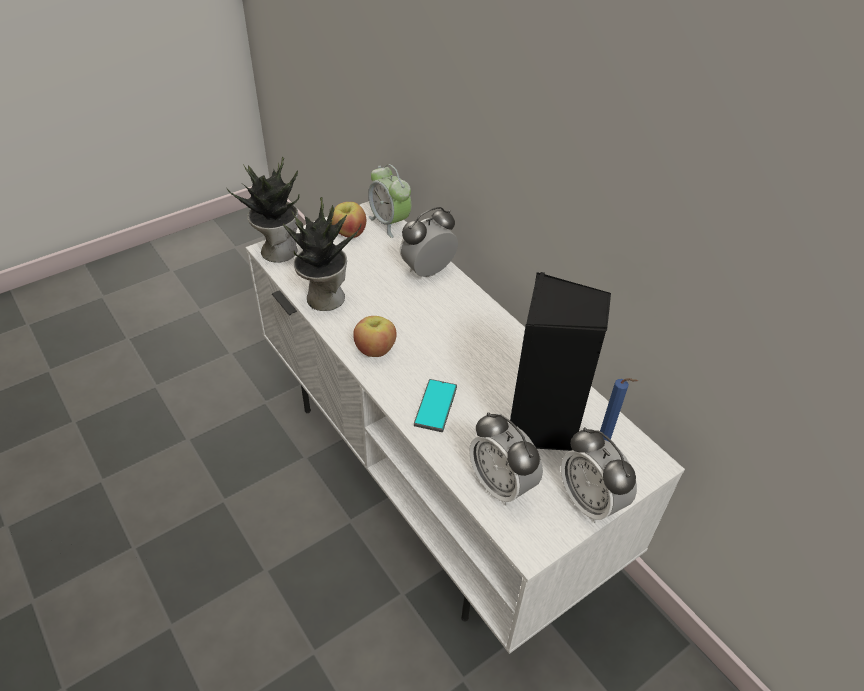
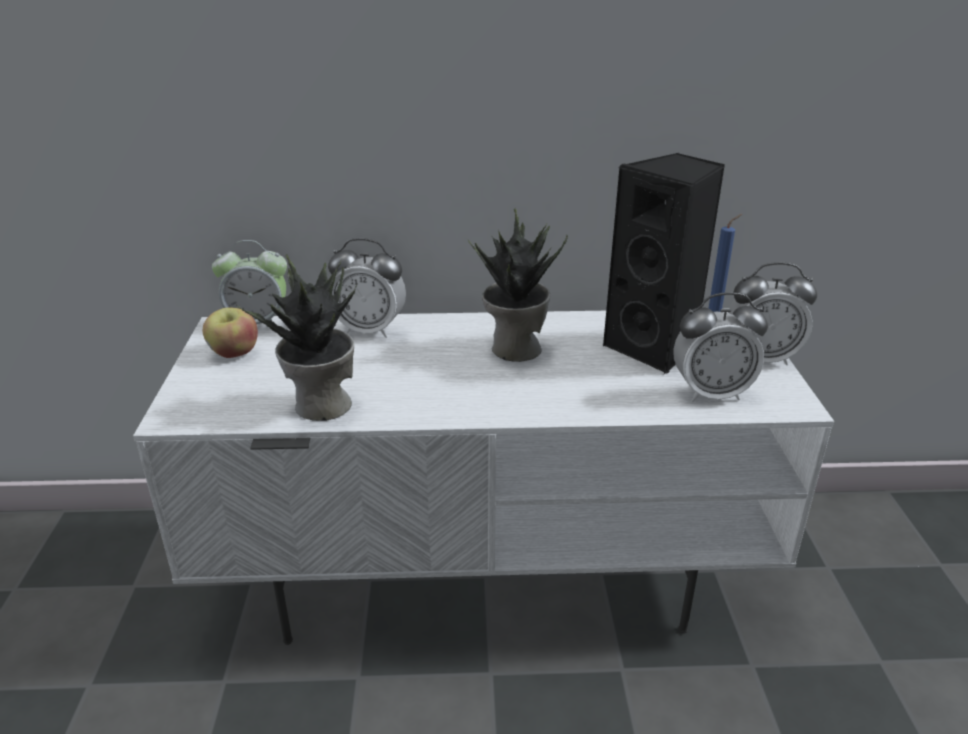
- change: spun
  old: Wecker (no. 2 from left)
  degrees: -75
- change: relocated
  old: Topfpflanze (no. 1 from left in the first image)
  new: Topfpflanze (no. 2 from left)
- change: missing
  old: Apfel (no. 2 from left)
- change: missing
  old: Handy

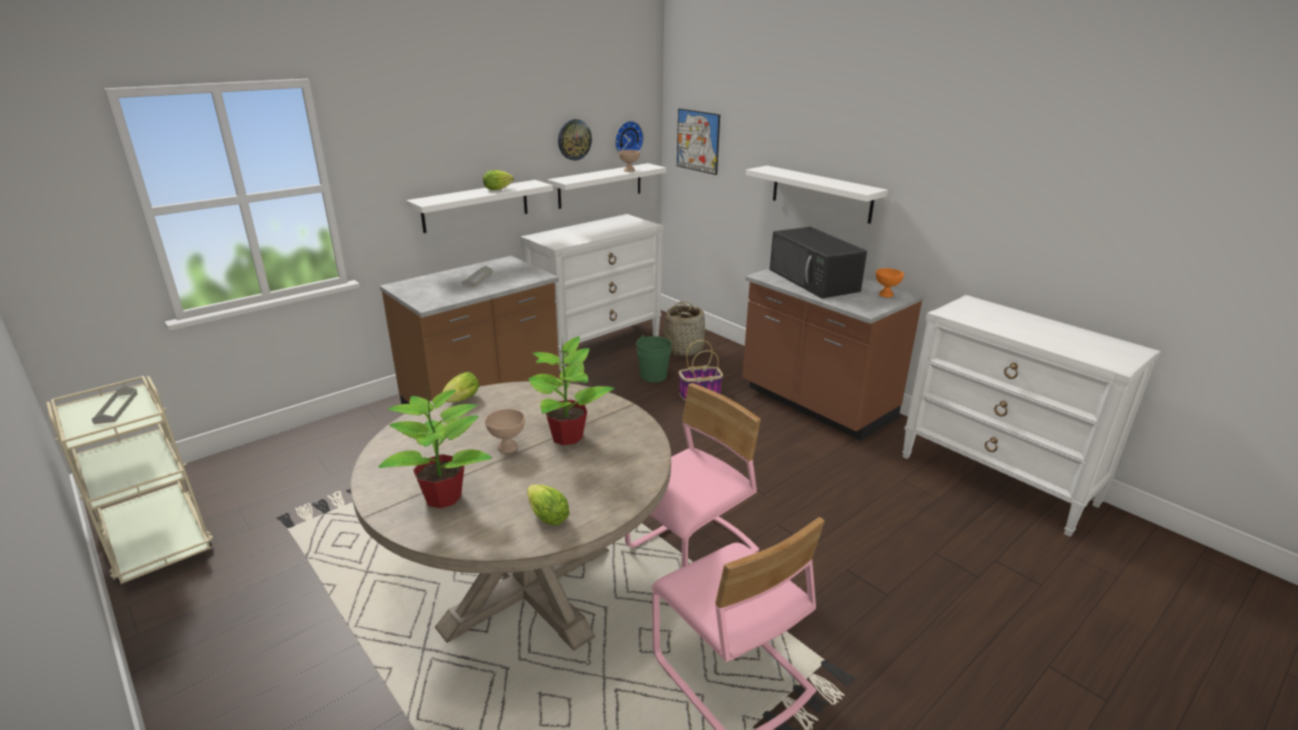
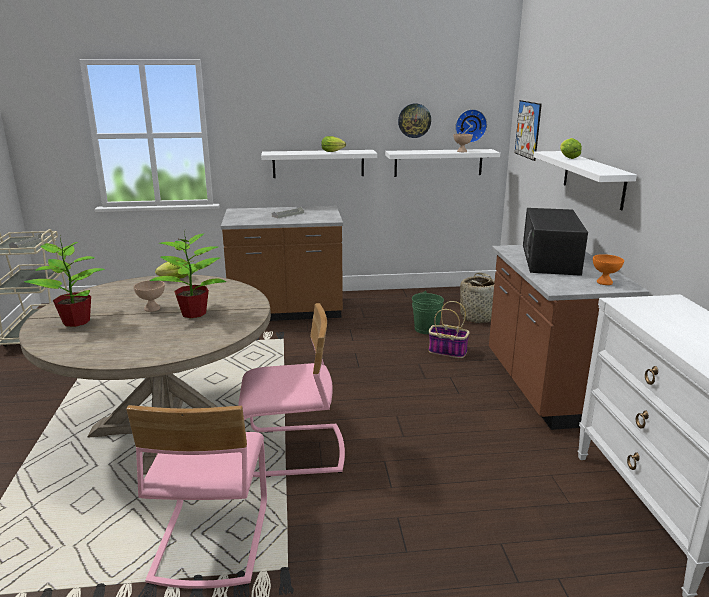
- change: relocated
  old: Salatkopf (no. 3 from left)
- change: missing
  old: Kommode [weiß] (no. 1 from left)

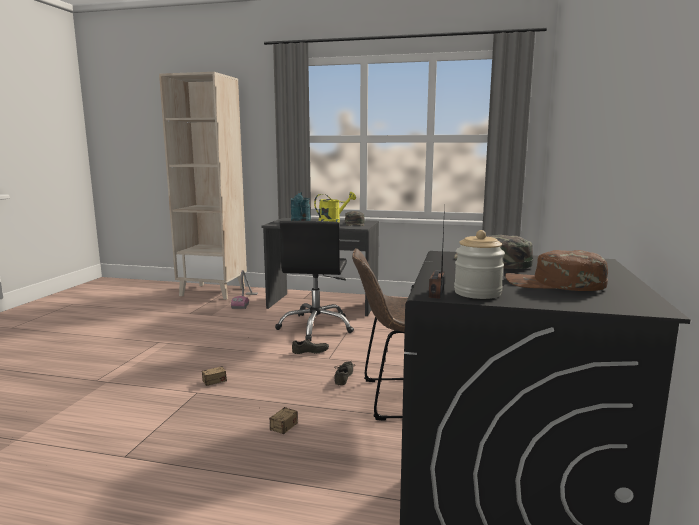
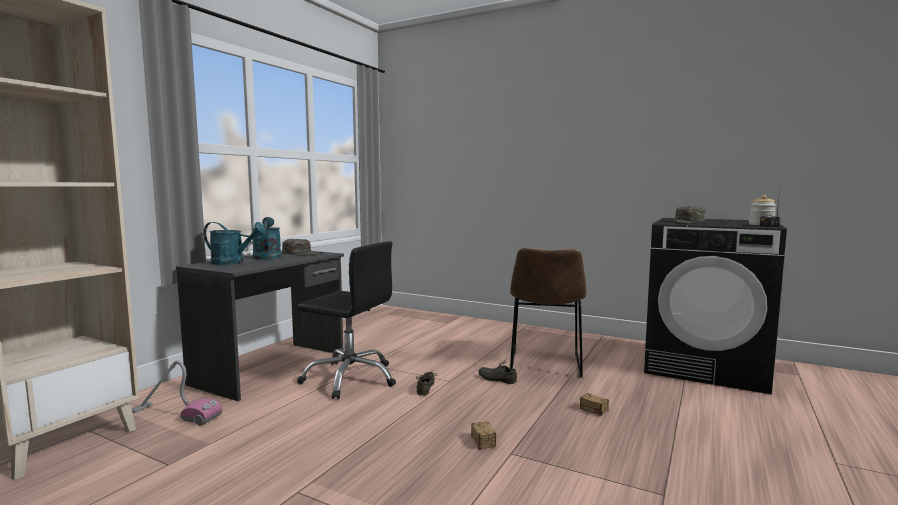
- change: colour
  old: Gießkanne [gelb]
  new: Gießkanne [türkis] (no. 2 from left)
- change: missing
  old: Kappe [braun]

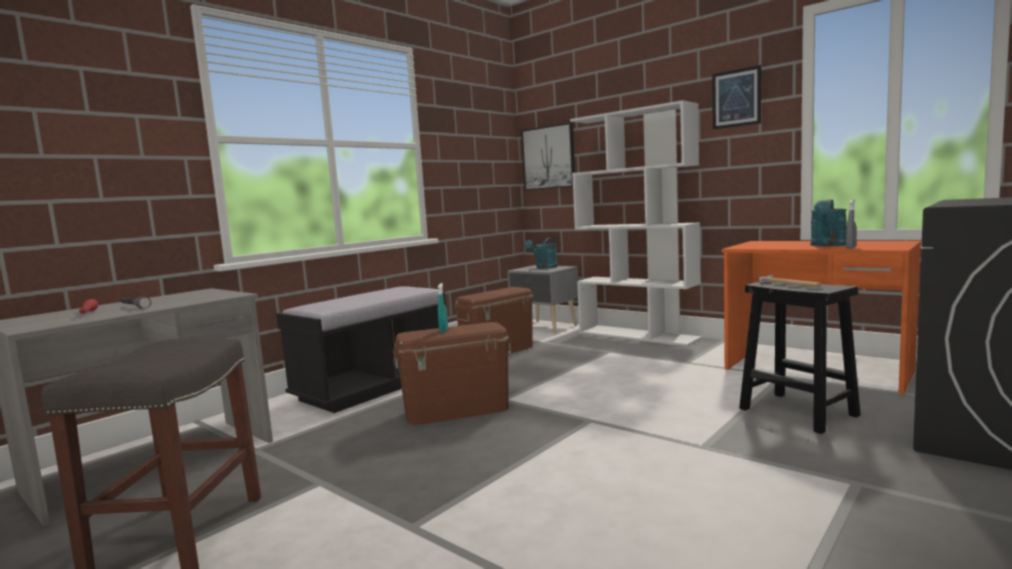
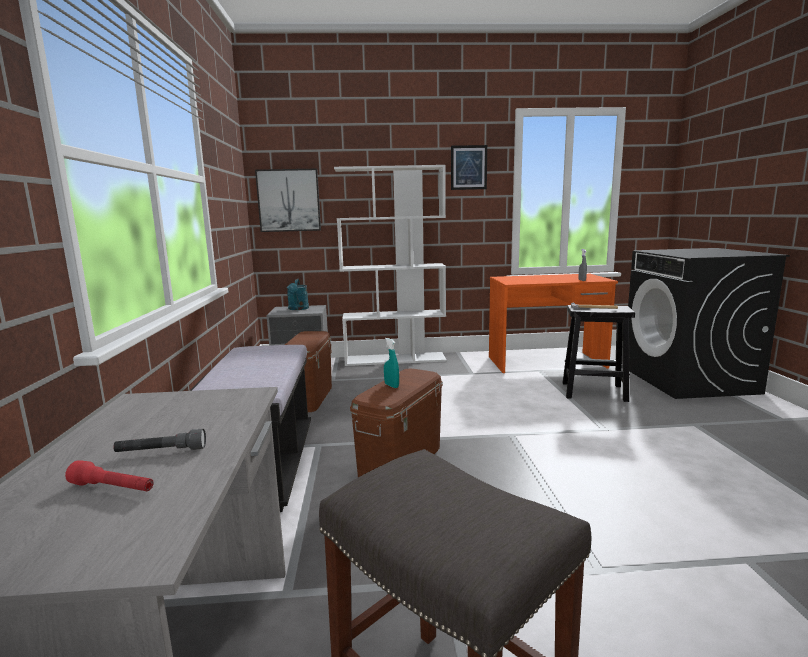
- change: missing
  old: Gießkanne [türkis] (no. 2 from left)

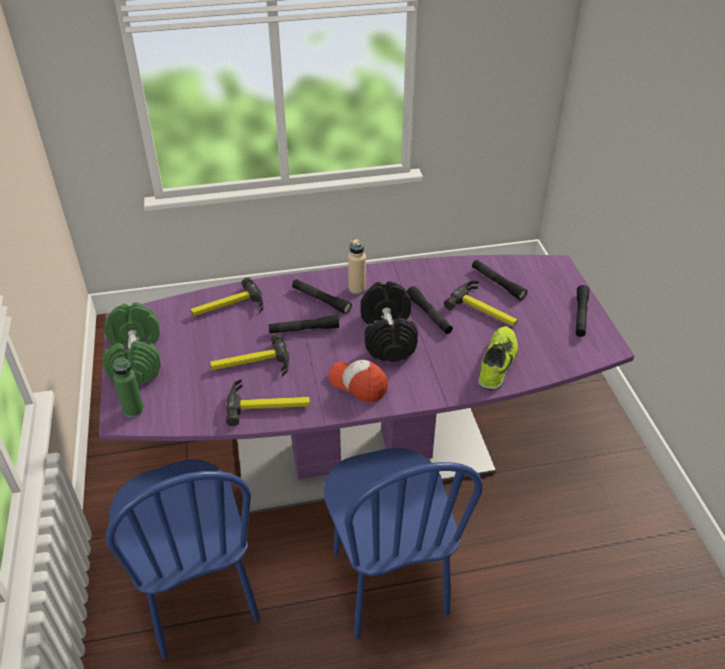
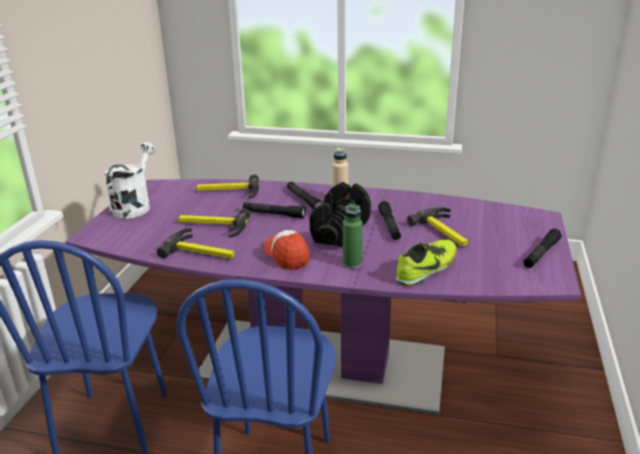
- change: exchanged
  old: Hantel [grün]
  new: Gießkanne [weiß]
- change: relocated
  old: Flasche [grün]
- change: missing
  old: Taschenlampe [schwarz] (no. 4 from left)

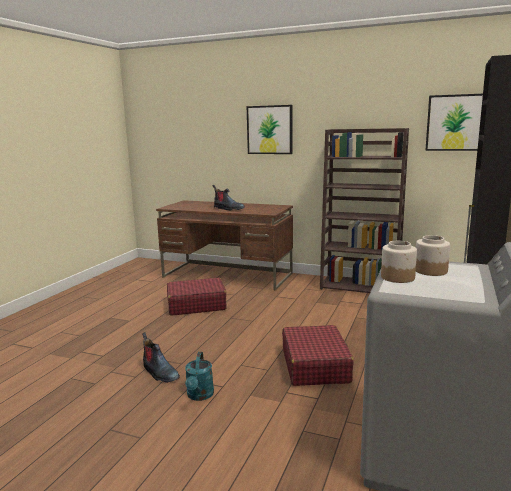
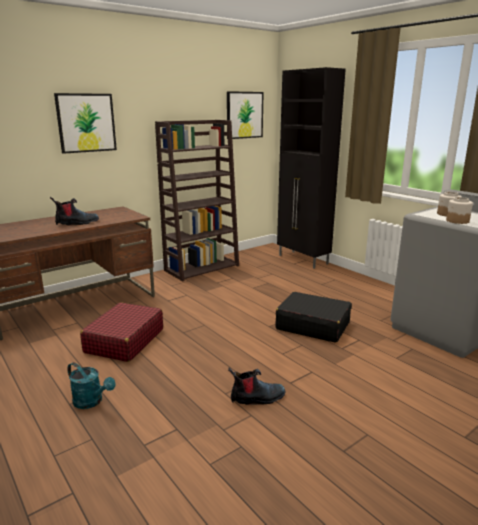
- change: relocated
  old: Gießkanne [türkis]
- change: colour
  old: Koffer [rot] (no. 2 from left)
  new: Koffer [schwarz]

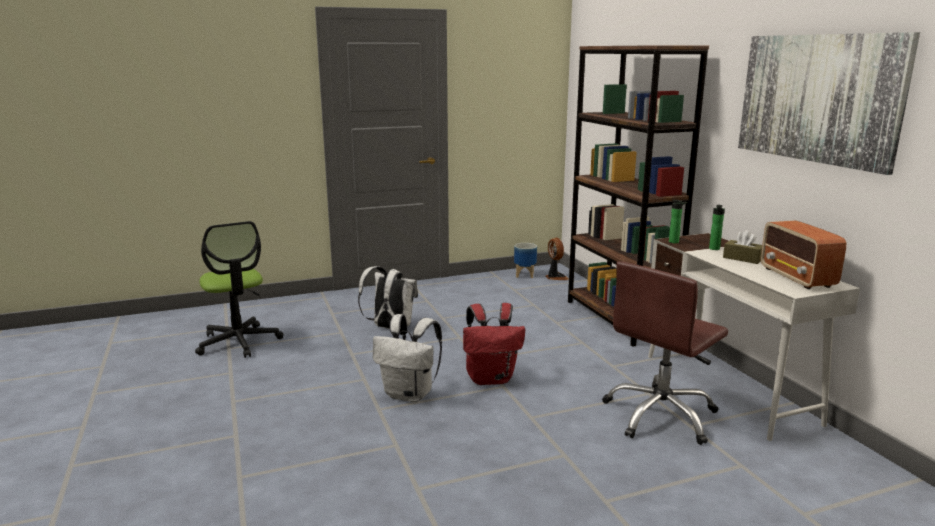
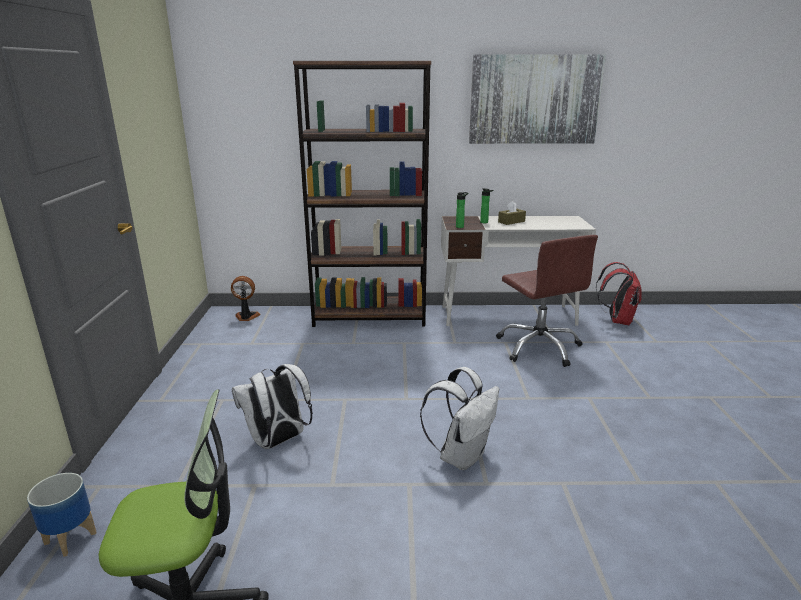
- change: relocated
  old: Pflanzkübel
- change: relocated
  old: Rucksack [rot]
- change: missing
  old: Radio

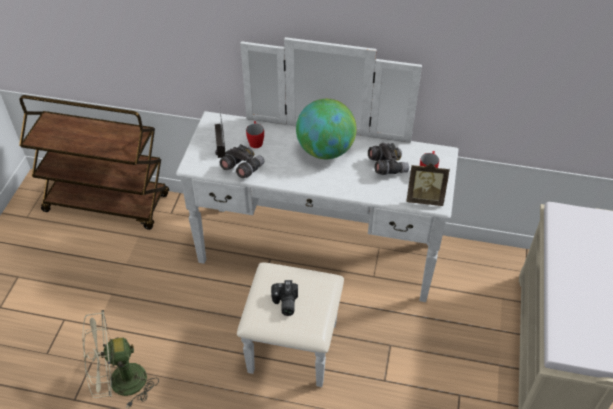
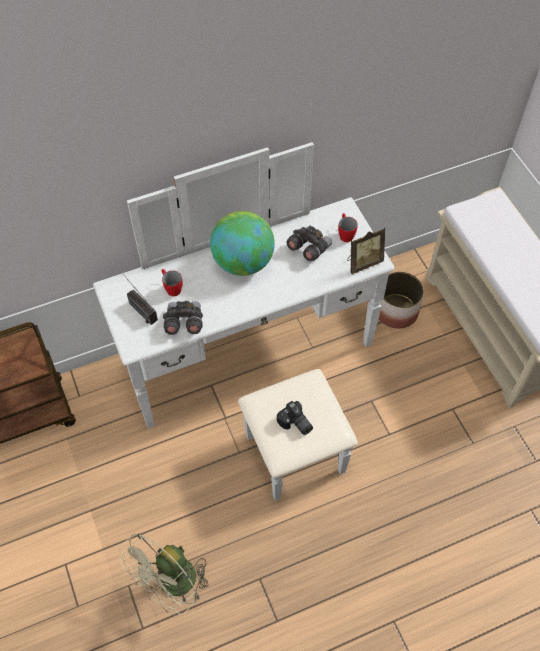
- change: appeared
  new: Pflanzkübel

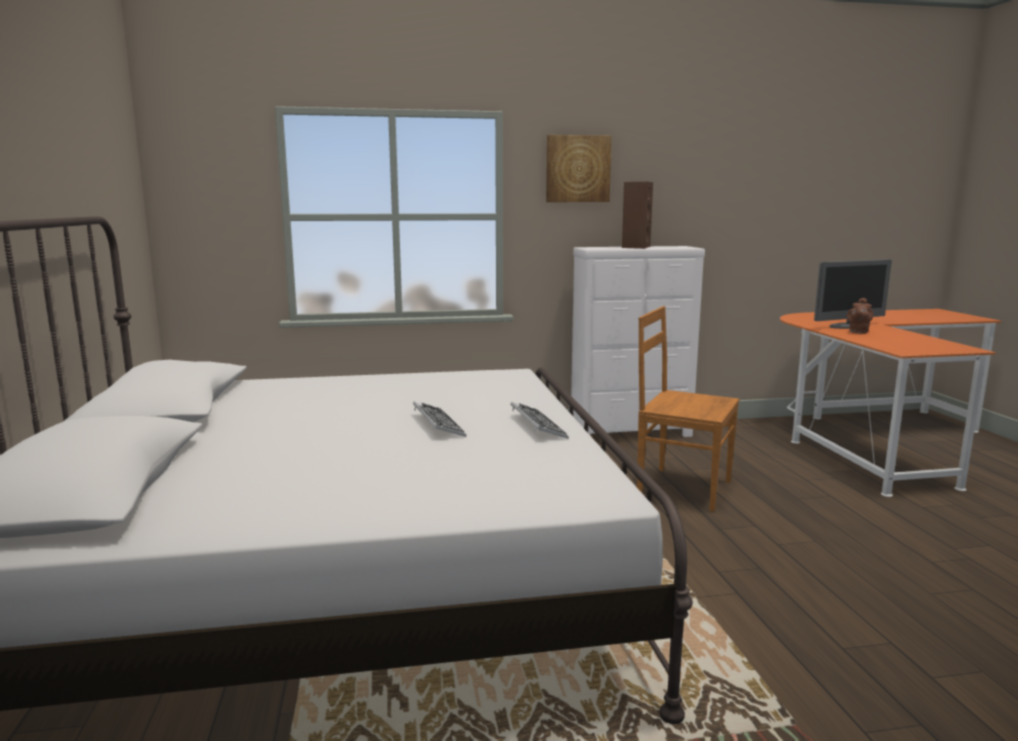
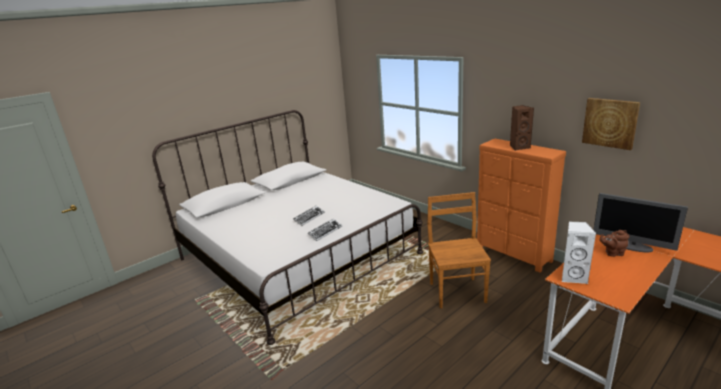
- change: colour
  old: Kommode [weiß]
  new: Kommode [orange]
- change: appeared
  new: Lautsprecher [weiß]
- change: relocated
  old: Bild

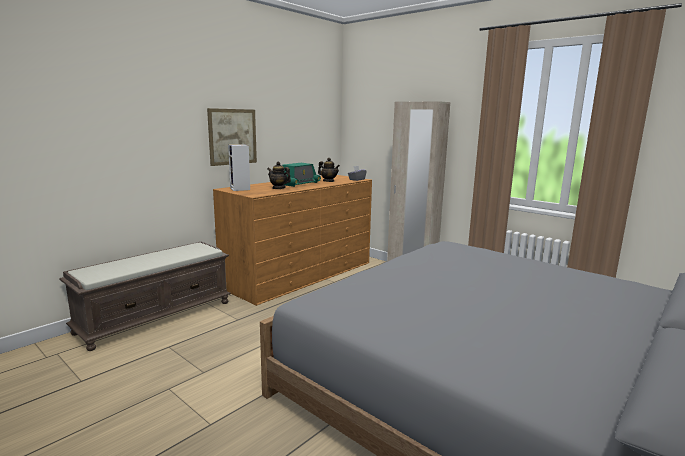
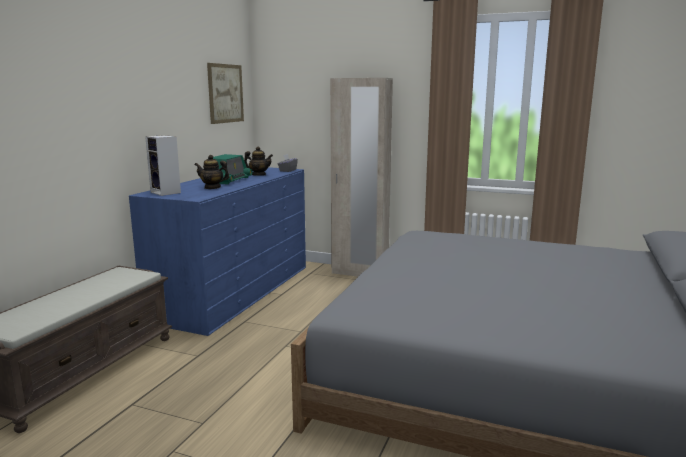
- change: colour
  old: Kommode [braun]
  new: Kommode [blau]
- change: relocated
  old: Bild

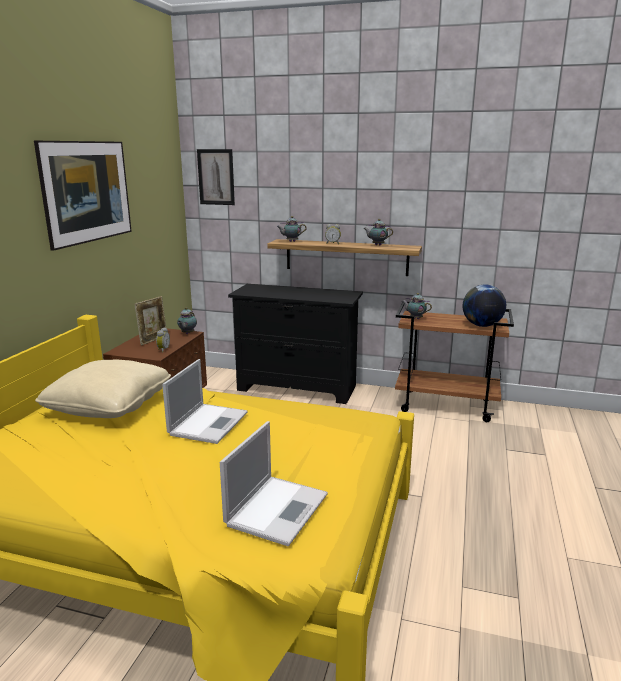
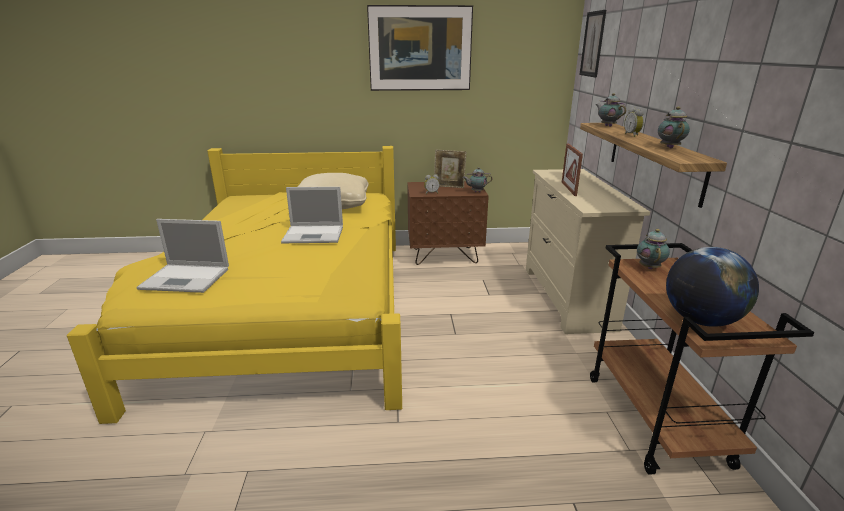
- change: colour
  old: Kommode [schwarz]
  new: Kommode [beige]
- change: appeared
  new: Bilderrahmen (no. 2 from left)

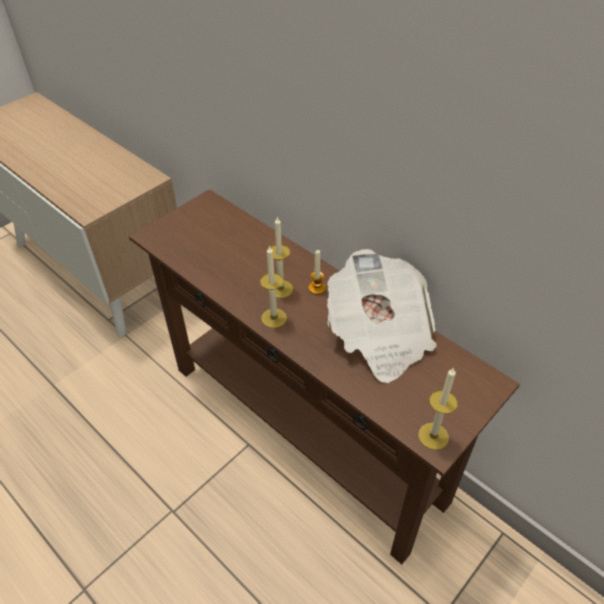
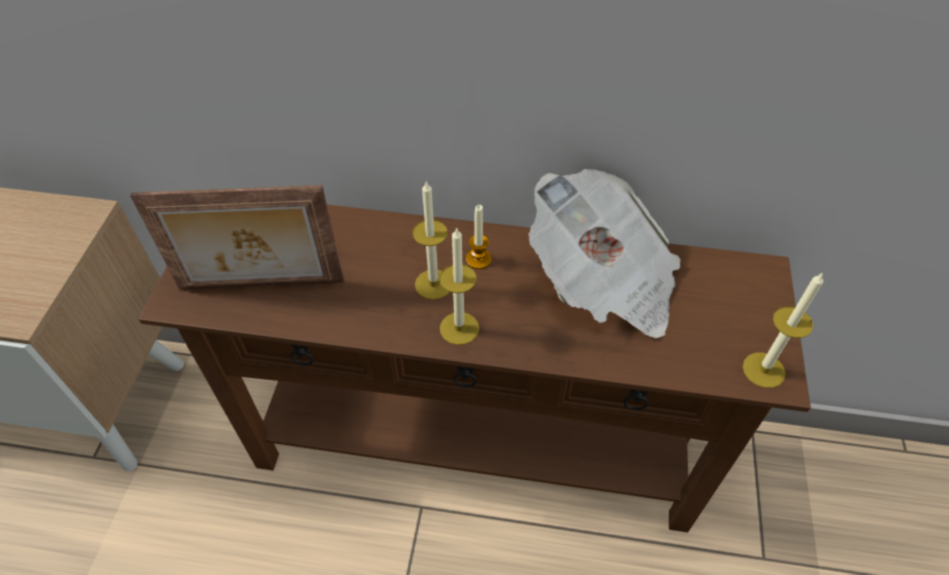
- change: appeared
  new: Bilderrahmen

